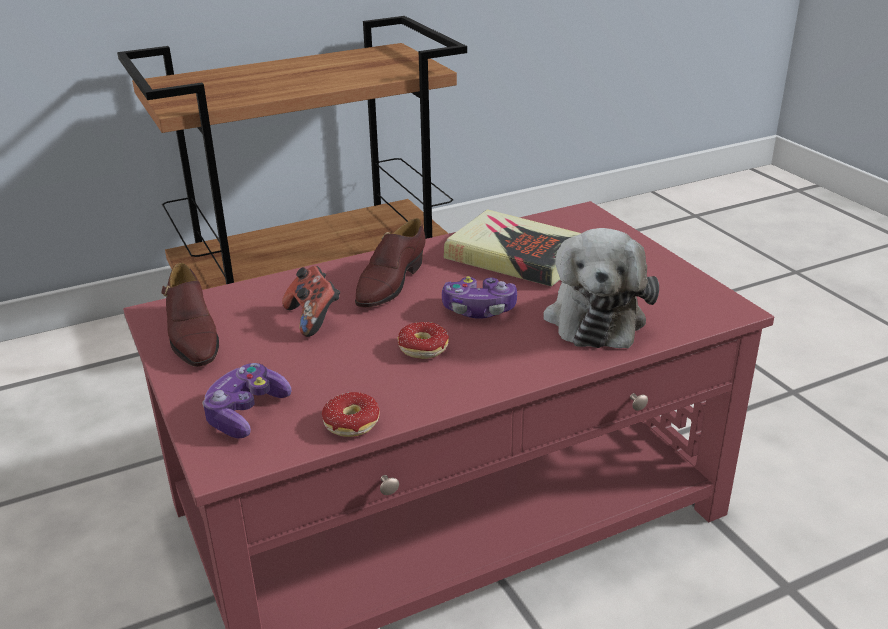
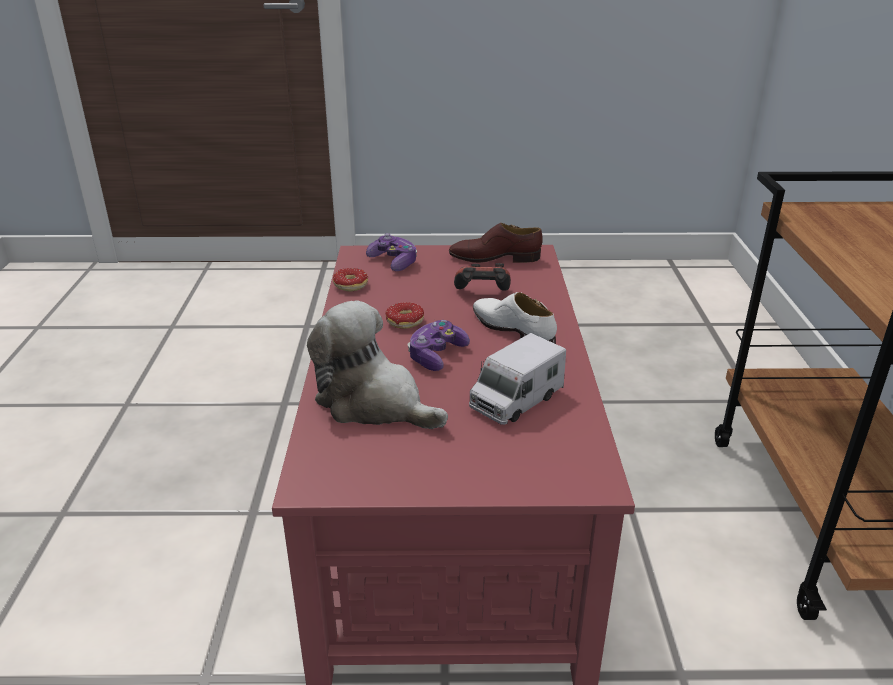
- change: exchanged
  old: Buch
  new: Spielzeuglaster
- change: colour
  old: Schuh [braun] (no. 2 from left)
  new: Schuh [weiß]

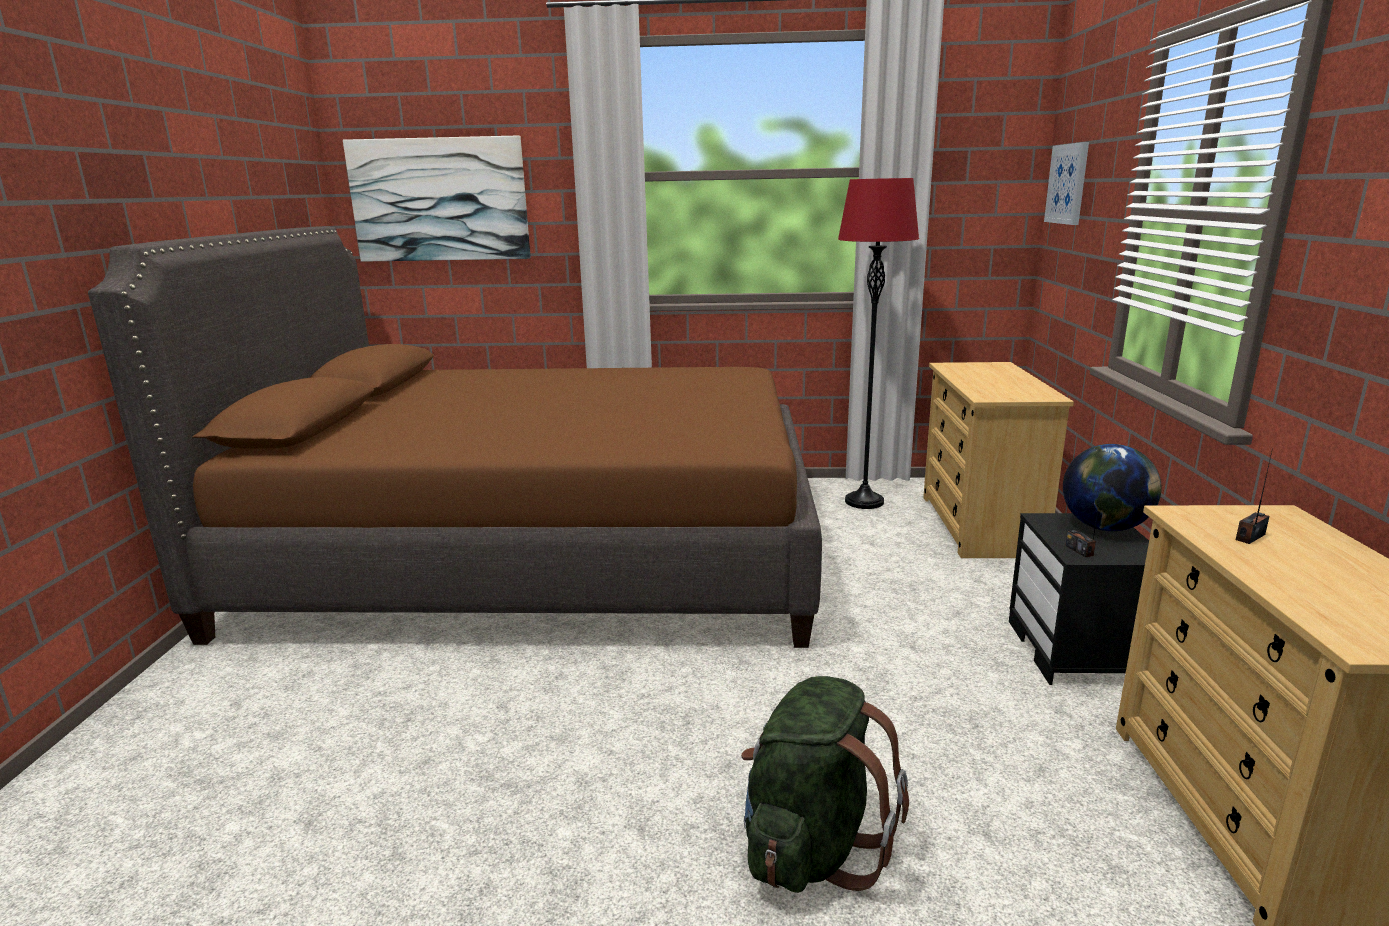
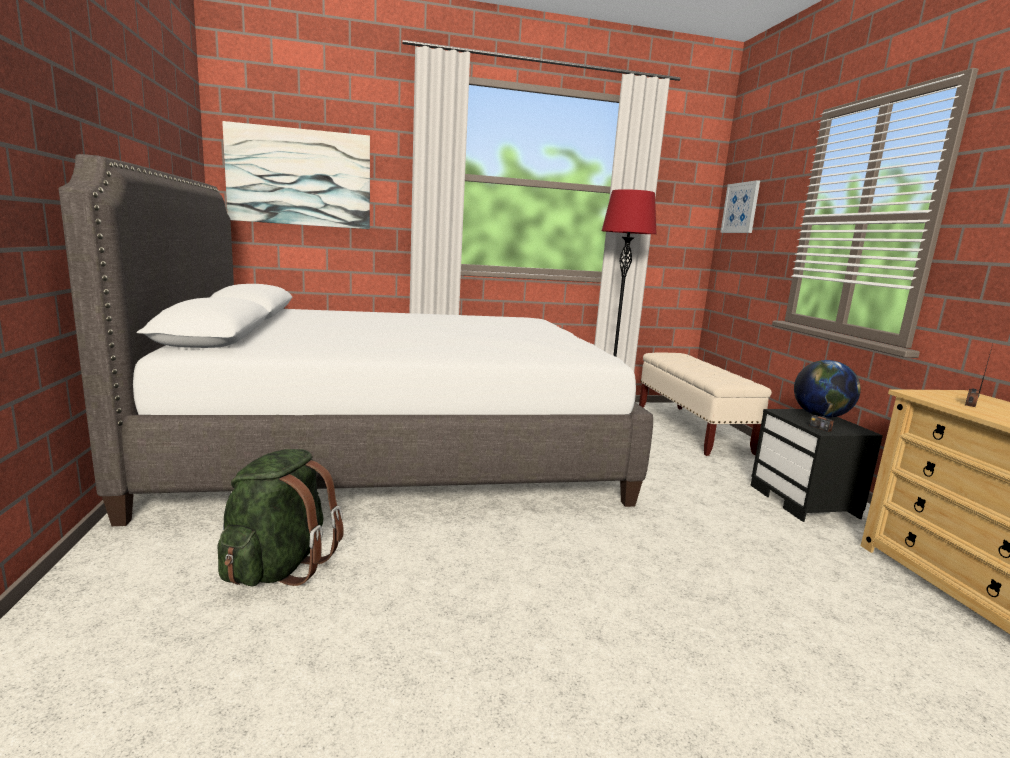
- change: colour
  old: Bett [braun]
  new: Bett [weiß]
- change: relocated
  old: Rucksack [grün]
- change: exchanged
  old: Kommode [beige] (no. 1 from left)
  new: Bank [beige]

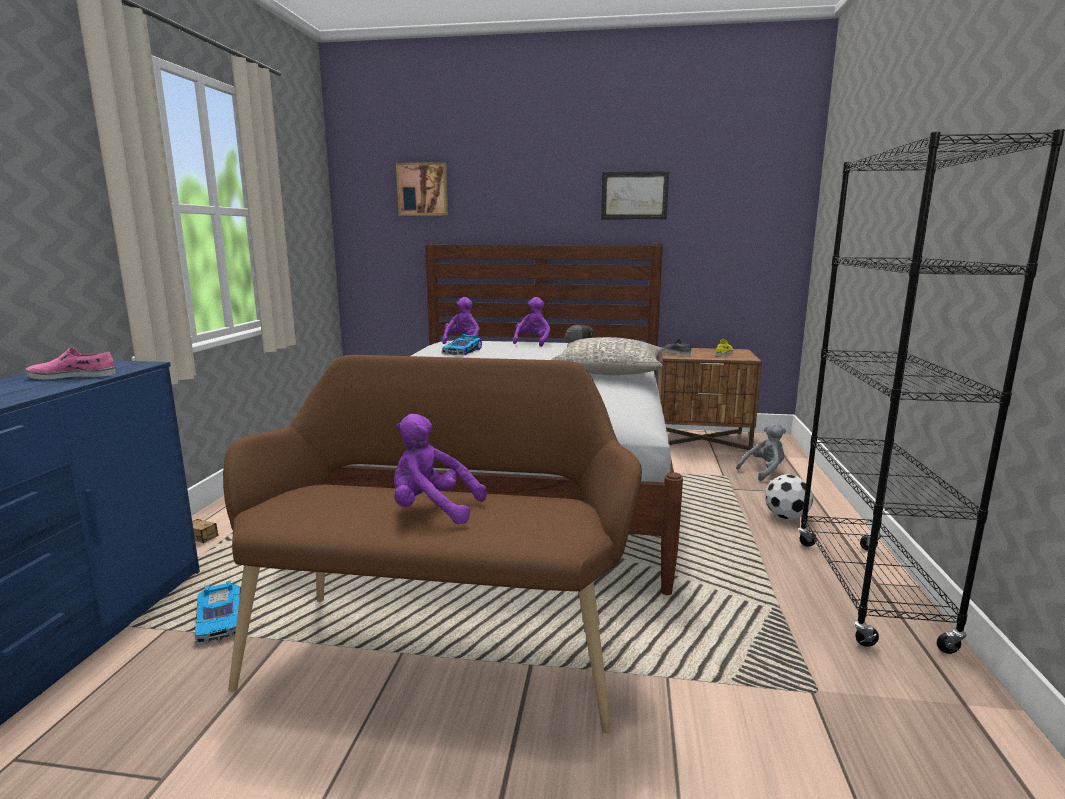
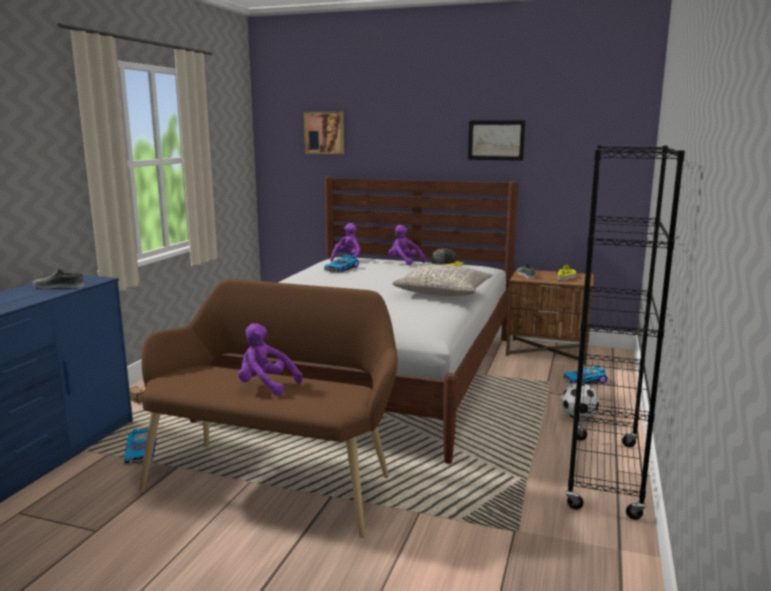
- change: colour
  old: Schuh [rosa]
  new: Schuh [grau] (no. 1 from left)
- change: spun
  old: Plüschtier [lila] (no. 3 from left)
  degrees: -75
- change: exchanged
  old: Plüschtier [grau]
  new: Spielzeugauto (no. 3 from left)

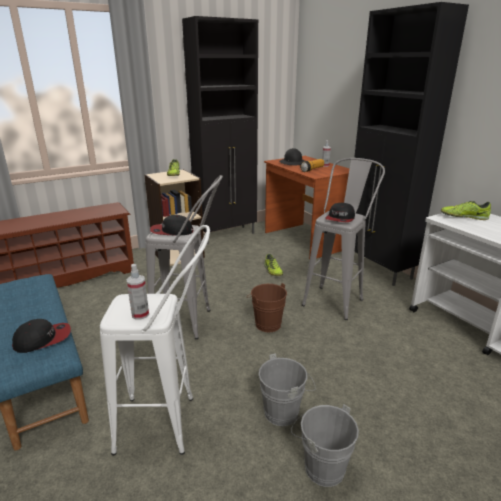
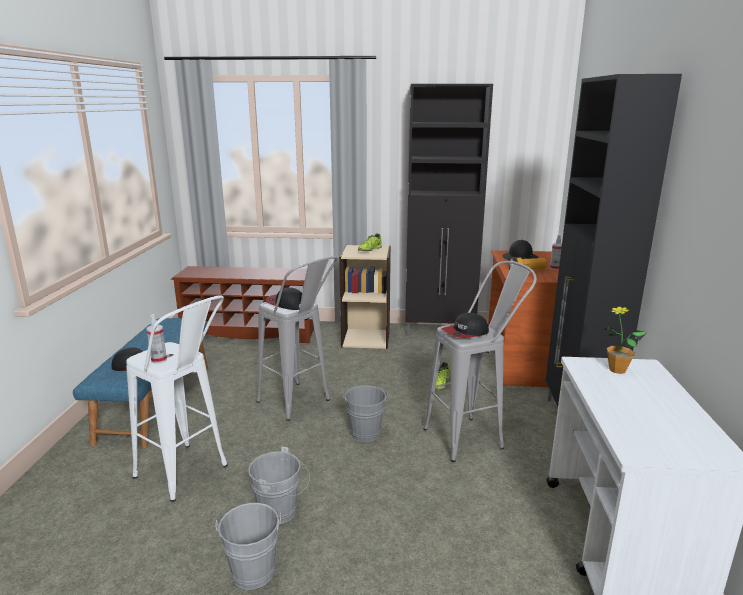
- change: colour
  old: Eimer [braun]
  new: Eimer [grau] (no. 3 from left)
- change: exchanged
  old: Schuh (no. 3 from left)
  new: Topfpflanze

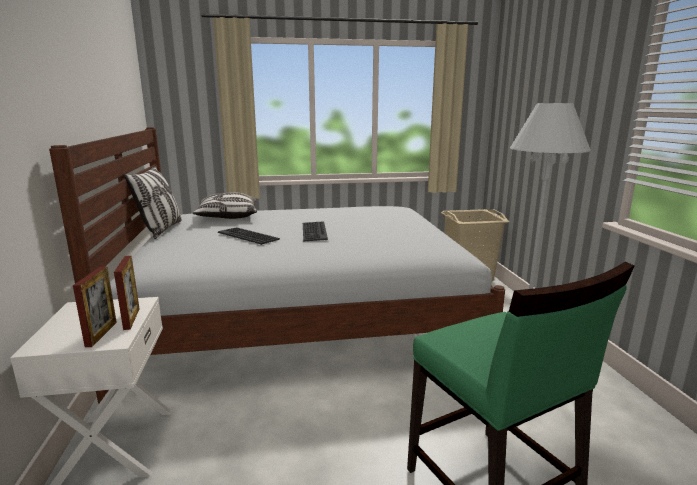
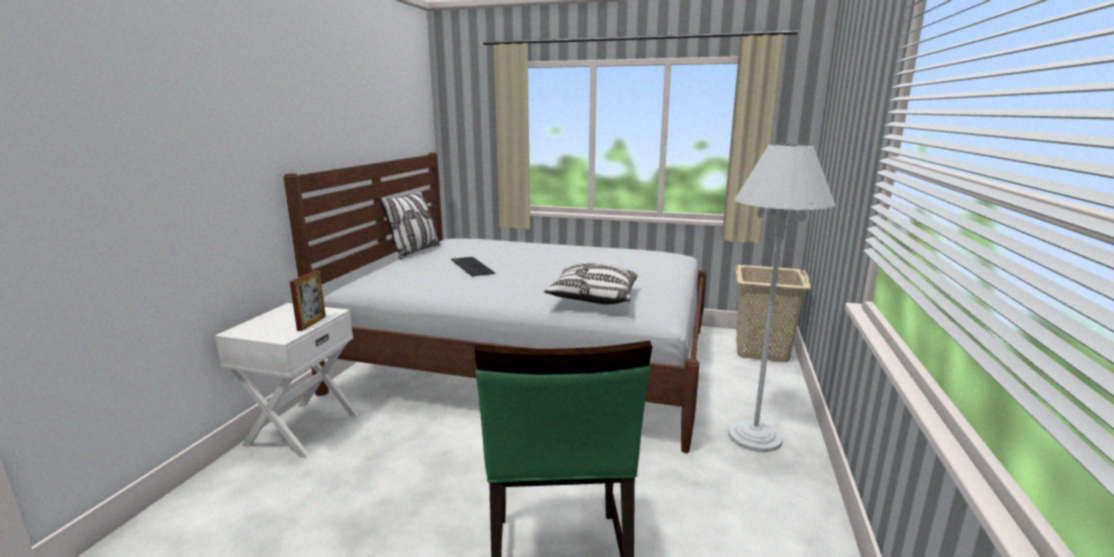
- change: relocated
  old: Kissen (no. 2 from left)
- change: missing
  old: Bilderrahmen (no. 1 from left)
- change: missing
  old: Tastatur (no. 2 from left)

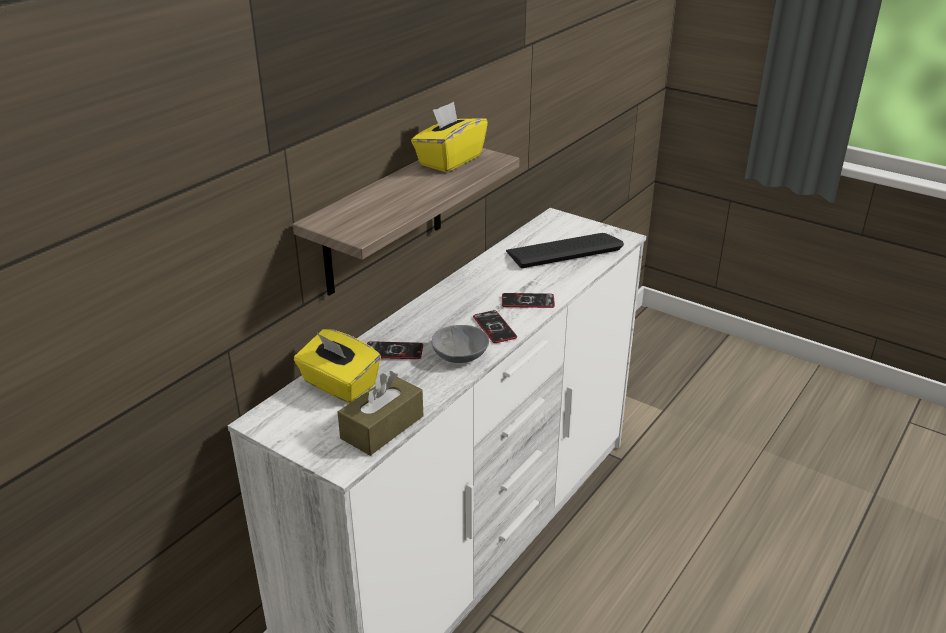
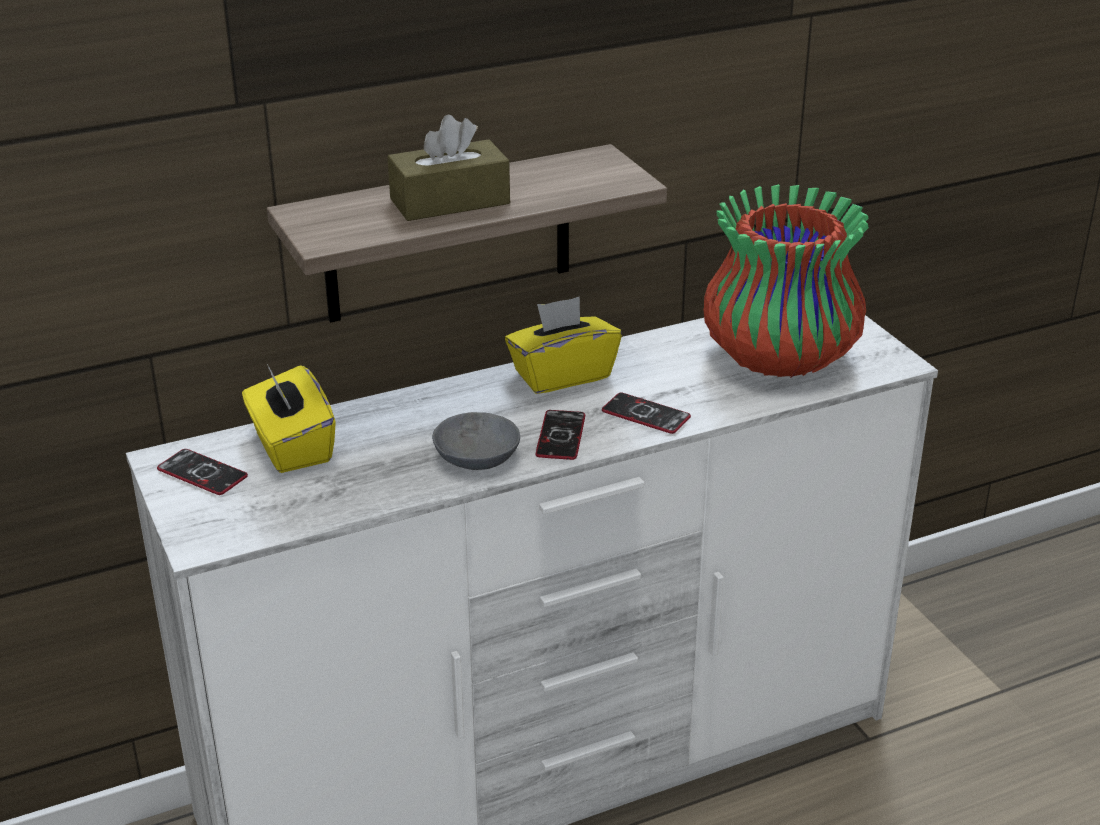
- change: relocated
  old: Handy (no. 1 from left)
- change: relocated
  old: Taschentuchbox [braun]
- change: relocated
  old: Taschentuchbox [gelb] (no. 2 from left)
- change: exchanged
  old: Tastatur
  new: Vase

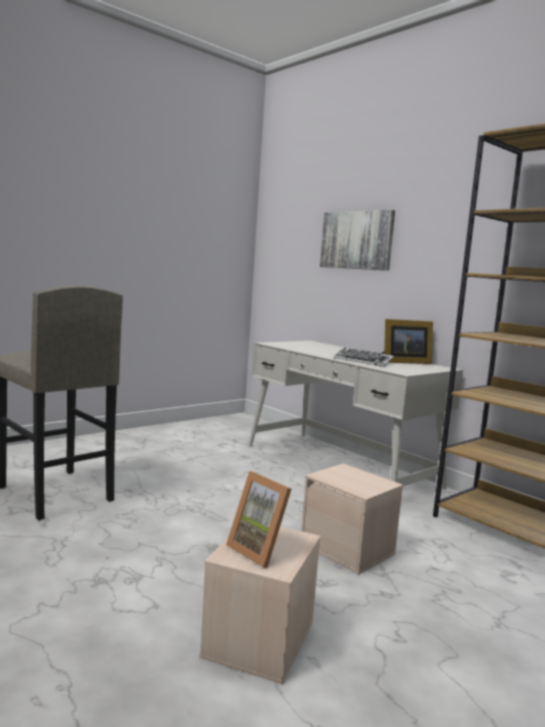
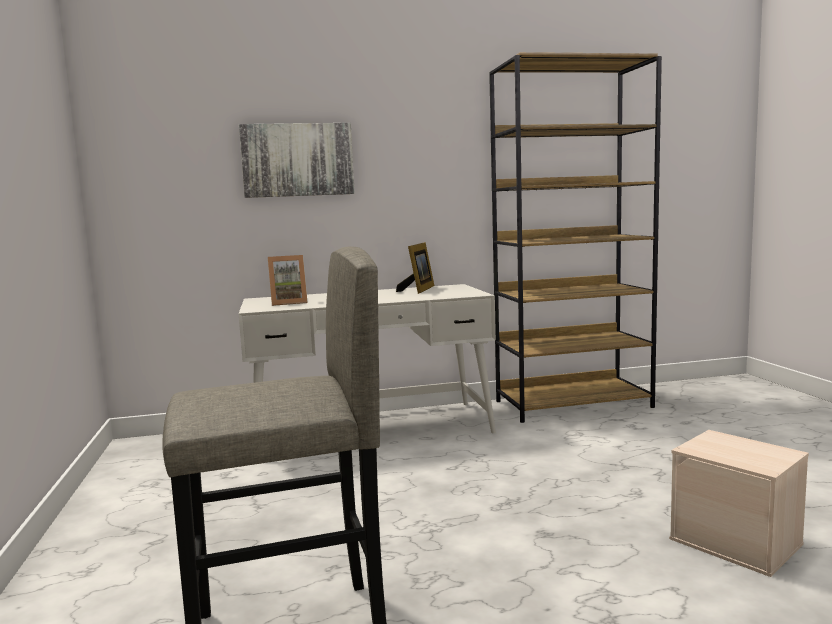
- change: relocated
  old: Bilderrahmen (no. 1 from left)
- change: missing
  old: Aufbewahrungsbox [beige] (no. 2 from left)
- change: missing
  old: Tastatur

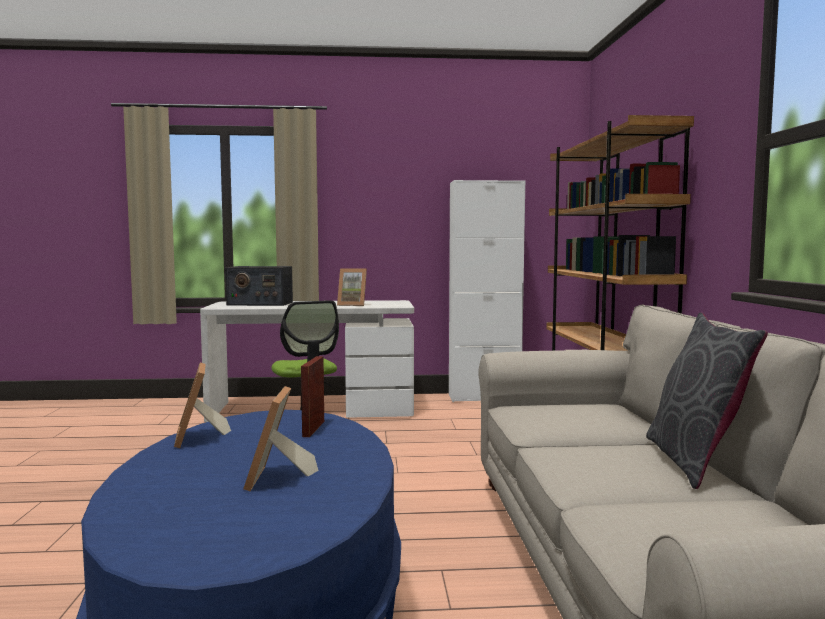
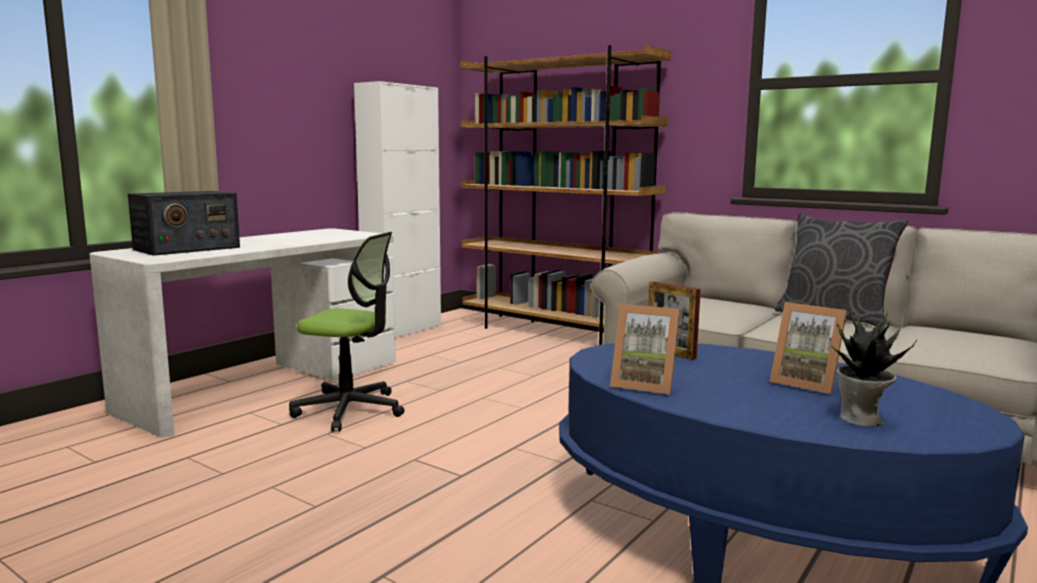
- change: appeared
  new: Topfpflanze
- change: missing
  old: Bilderrahmen (no. 4 from left)

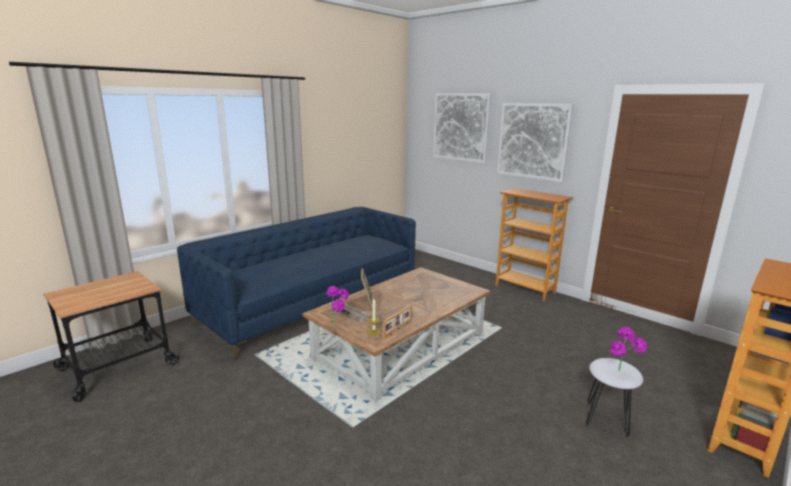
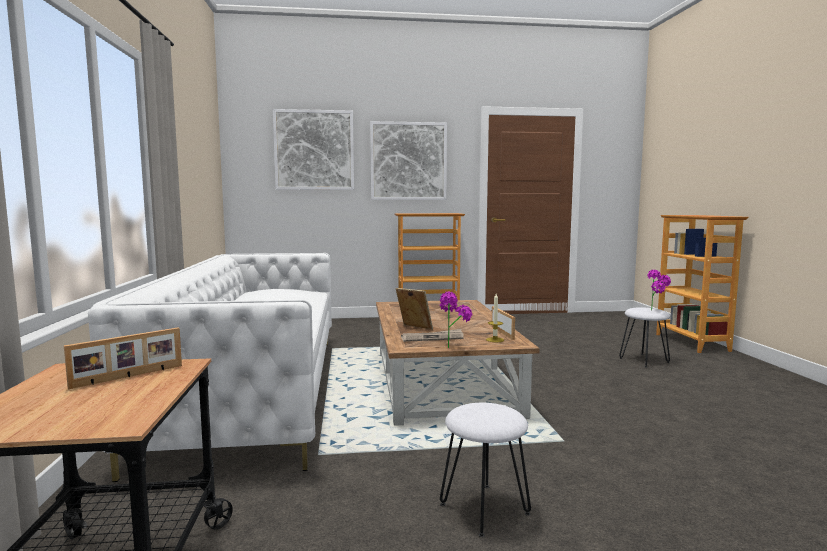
- change: appeared
  new: Bilderrahmen (no. 1 from left)
- change: colour
  old: Sofa [blau]
  new: Sofa [weiß]
- change: appeared
  new: Hocker [weiß] (no. 1 from left)

